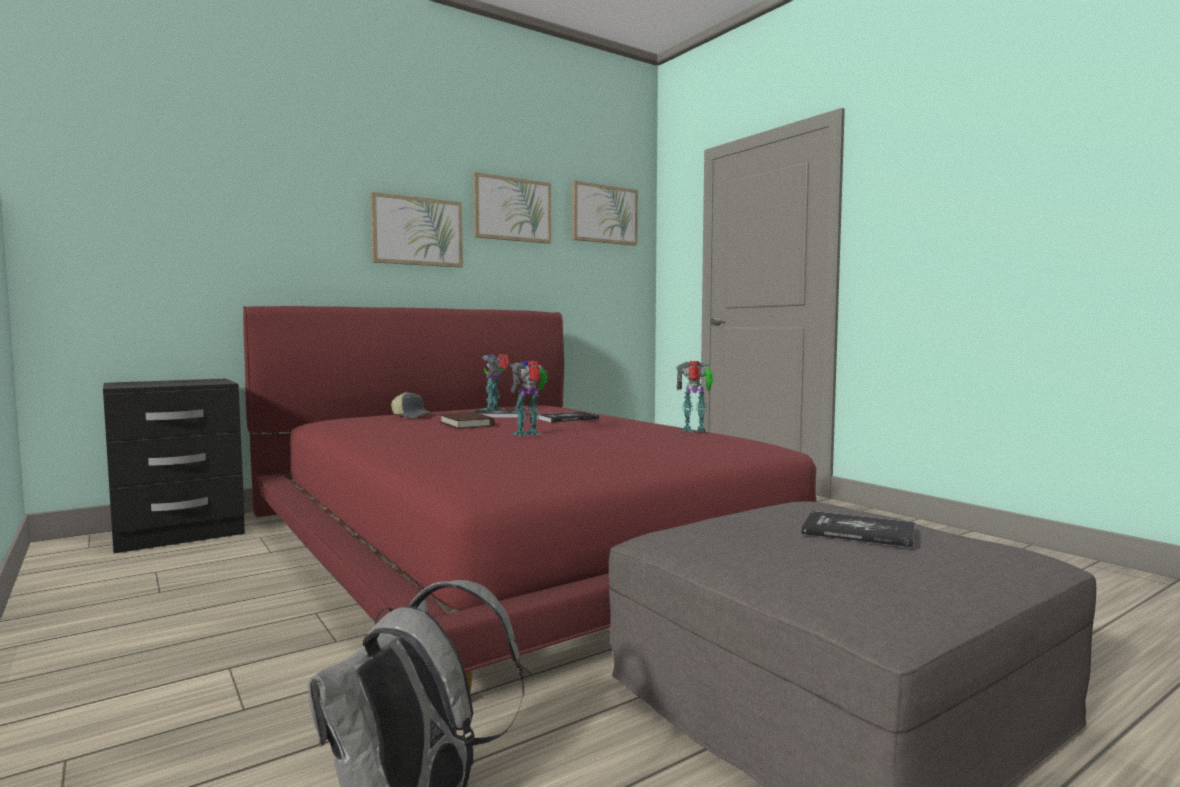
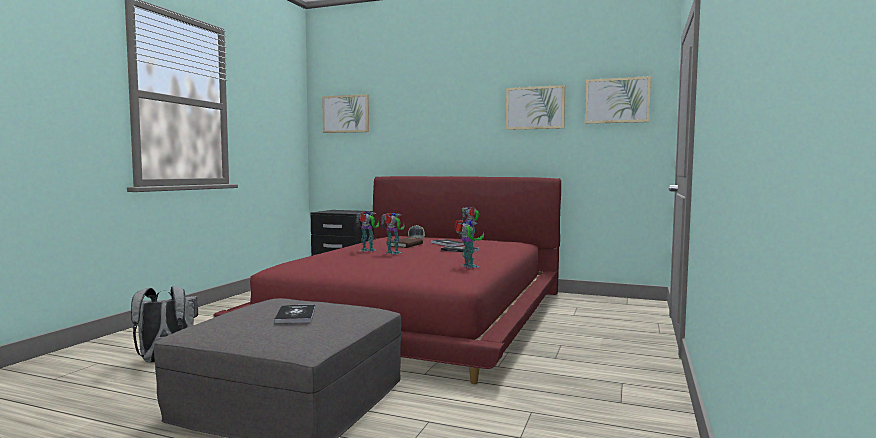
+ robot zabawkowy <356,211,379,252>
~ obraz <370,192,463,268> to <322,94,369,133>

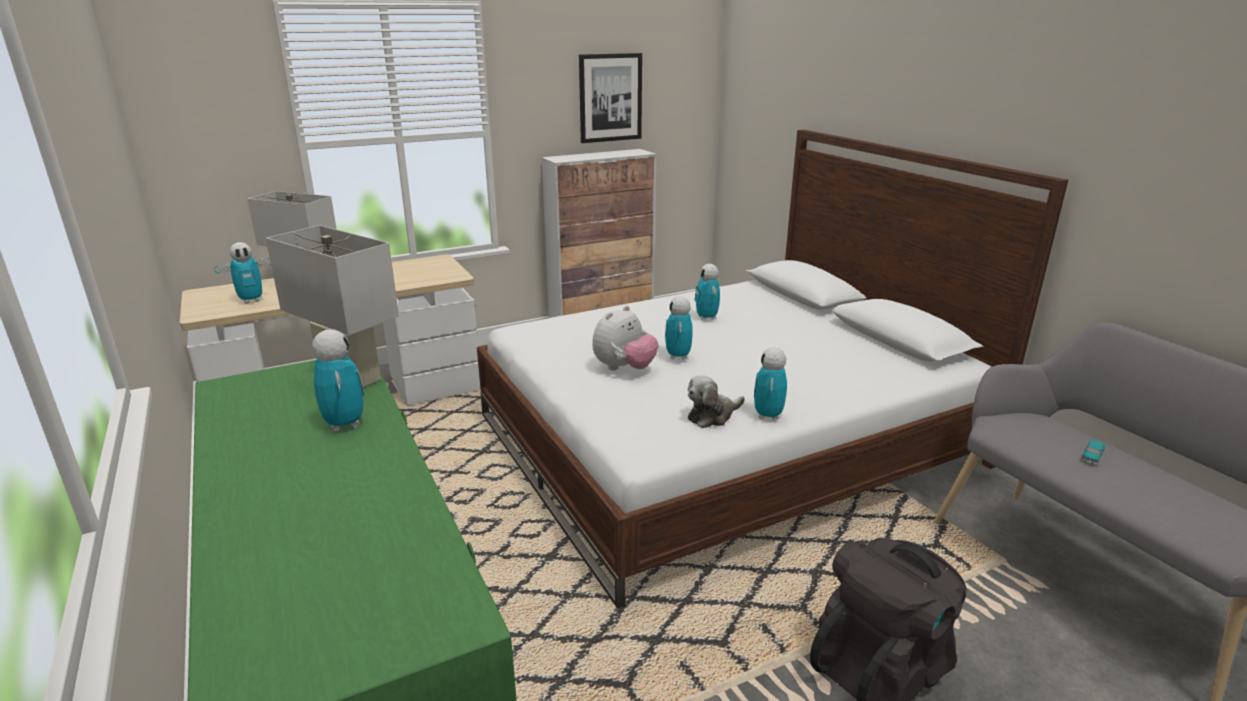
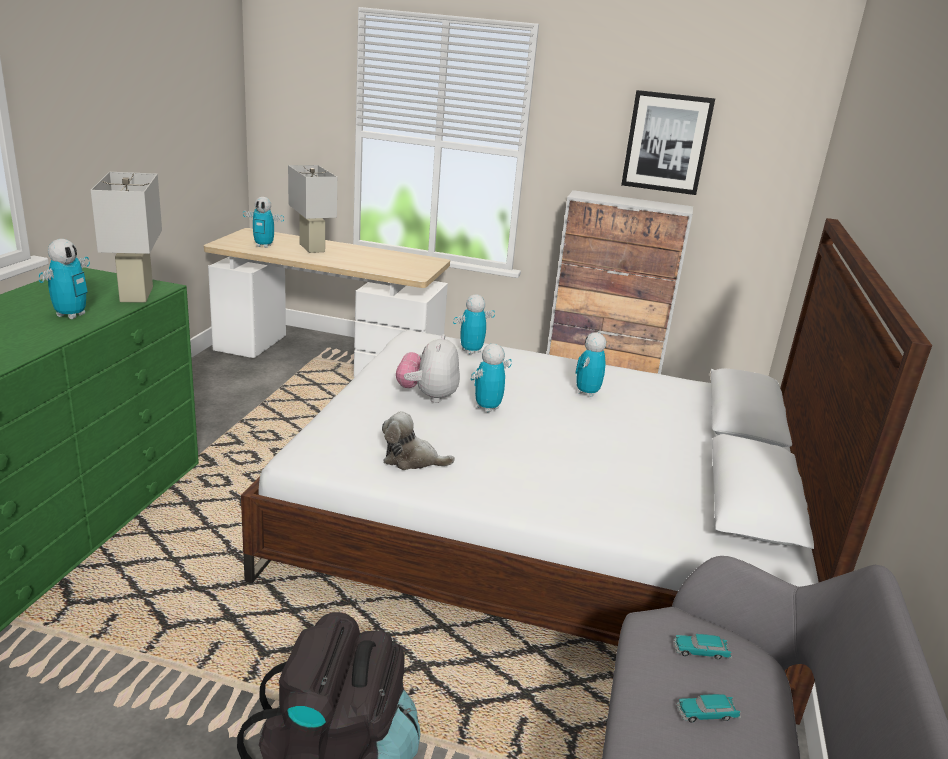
+ samochodzik <673,634,732,659>
~ robot zabawkowy <754,347,787,421> to <453,294,495,354>
~ pluszak <592,305,659,370> = <396,334,460,403> 105 degrees clockwise

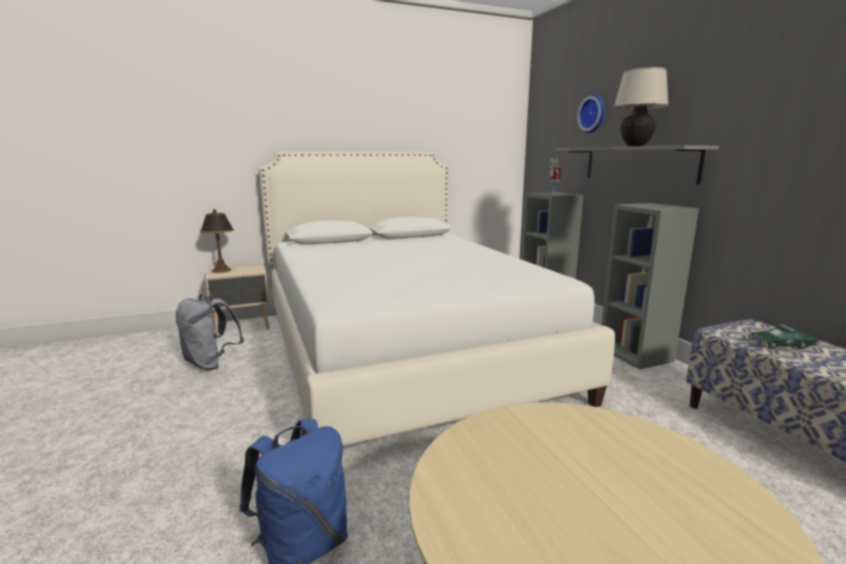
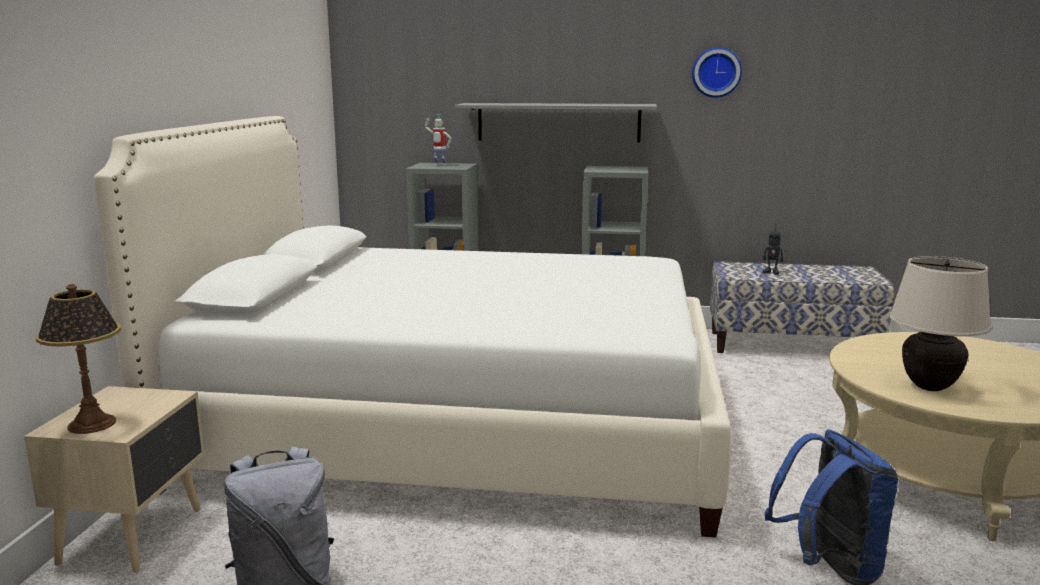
~ zegar ścienny <577,94,605,133> to <692,47,742,98>
~ lampa stołowa/beżowy <614,67,669,147> to <889,256,991,391>
~ samochodzik <749,324,818,349> to robot zabawkowy <763,227,783,275>

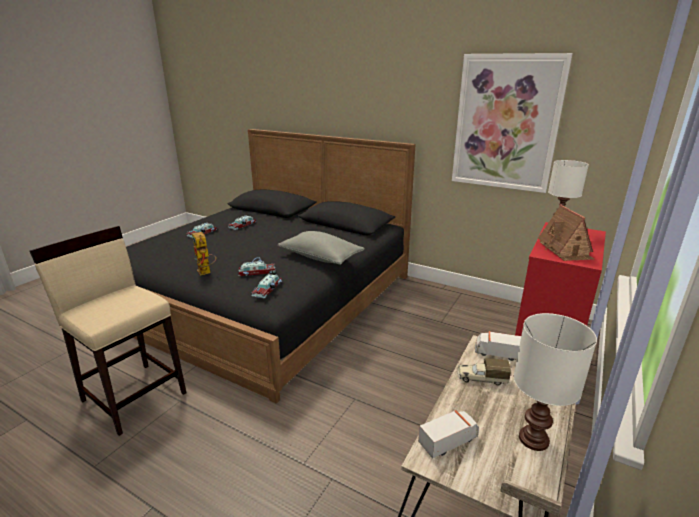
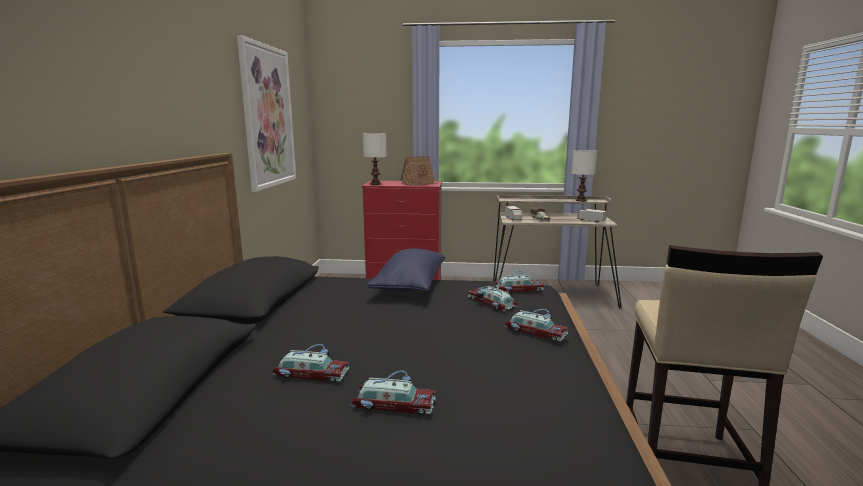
~ robot zabawkowy <192,232,216,276> to samochodzik <504,309,568,341>
~ poduszka/szary <277,231,365,265> to poduszka/niebieski <366,248,445,292>

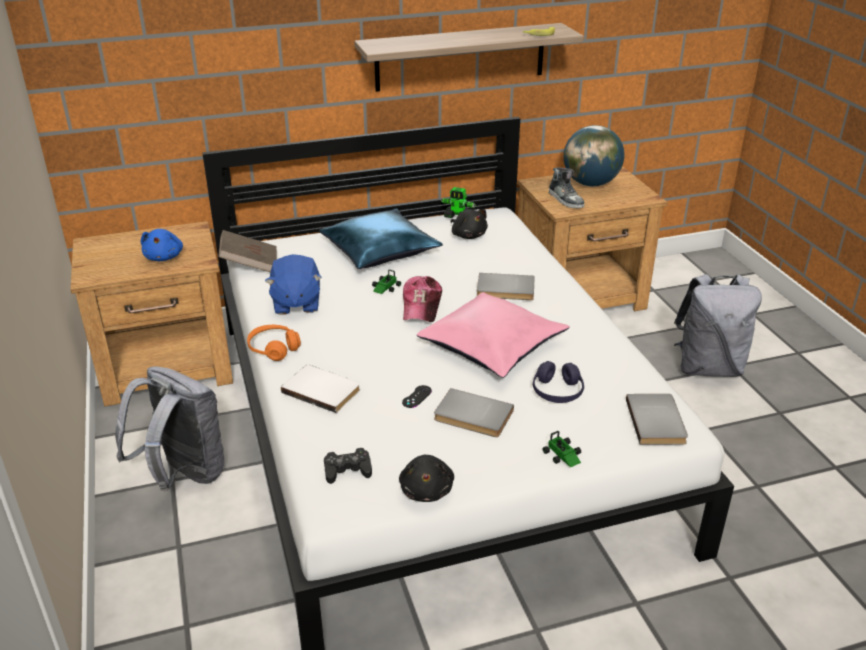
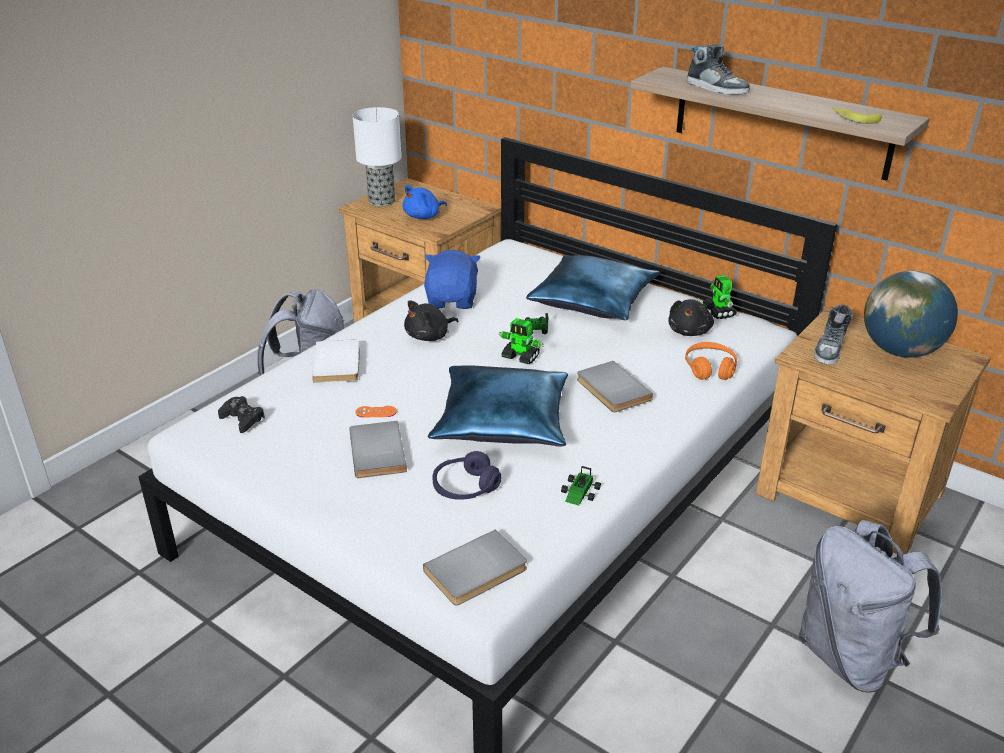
- książka/brązowy <218,230,277,272>
+ lampa stołowa <353,107,401,207>
+ but <687,44,750,95>
~ słuchawki/pomarańczowy <247,325,301,361> to <685,342,737,380>
~ pluszak/czarny <399,454,454,502> to <404,300,459,341>
~ samochodzik <543,431,581,467> to <561,466,601,506>
~ czapka z daszkiem <403,276,442,322> to robot zabawkowy <499,318,544,365>
~ pad do gier/czarny <402,385,432,408> to pad do gier/pomarańczowy <355,406,397,417>
~ poduszka/różowy <417,292,570,378> to poduszka/niebieski <428,365,568,447>
~ pluszak/niebieski <265,254,322,315> = <424,250,481,309> 135 degrees clockwise

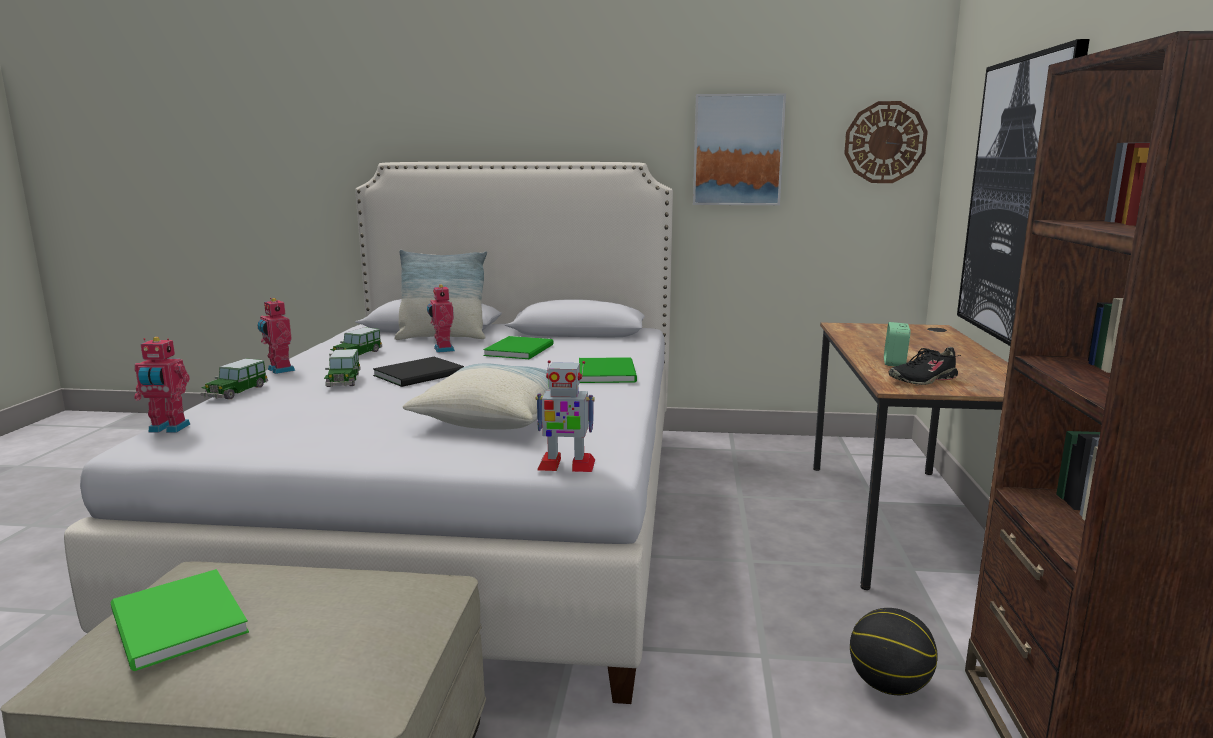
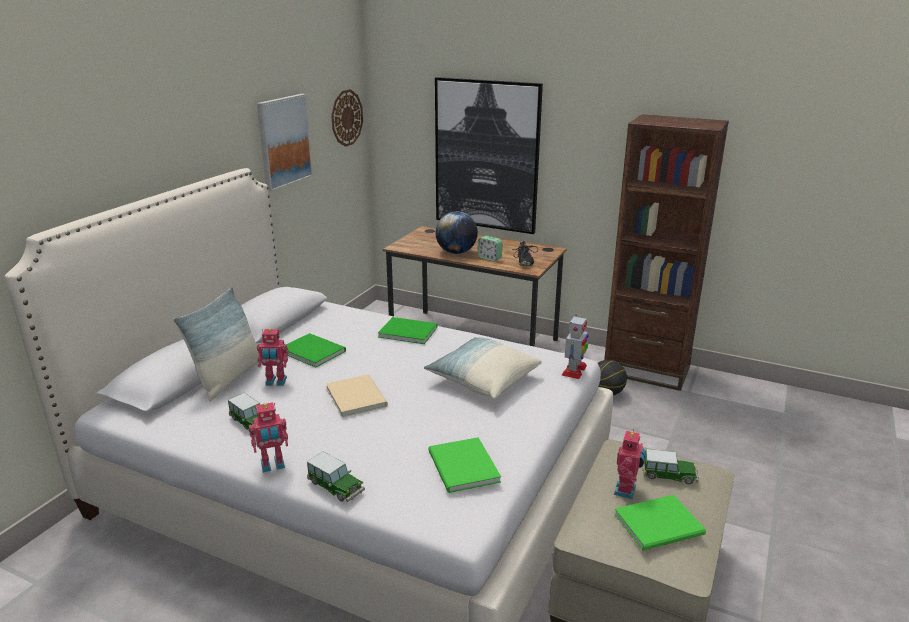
+ książka/zielony <429,437,501,493>
+ globus <436,211,478,254>
~ robot zabawkowy <134,337,190,433> to <614,429,646,499>
~ samochodzik <324,349,361,387> to <643,449,699,484>
~ książka/czarny <373,357,464,387> to książka/beżowy <326,374,388,417>

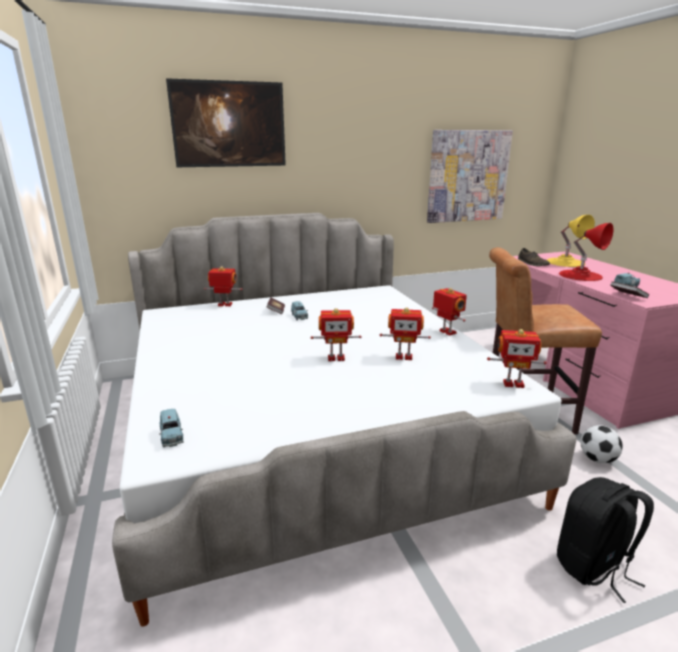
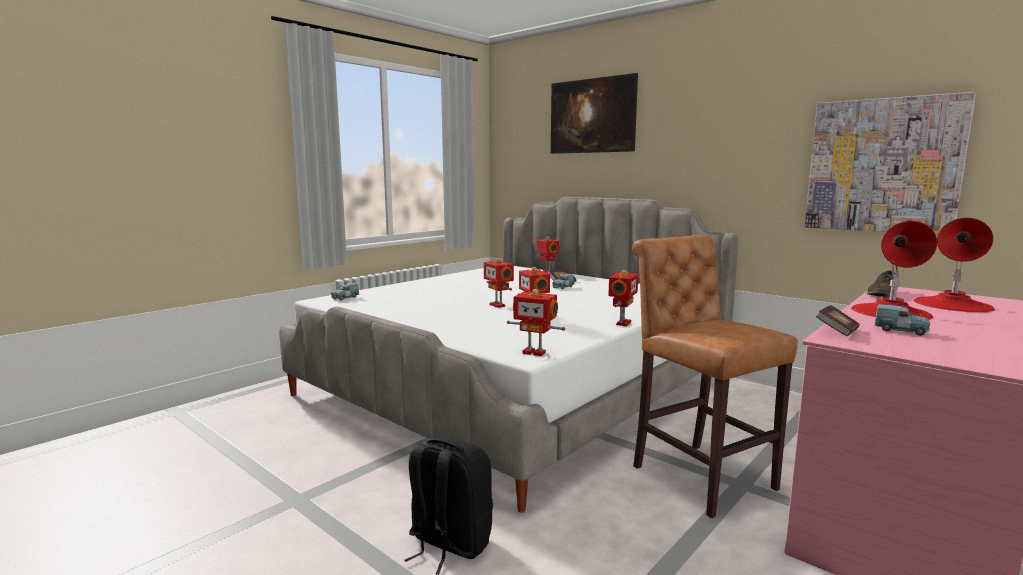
- piłka futbolowa <581,425,623,464>
~ lampa stołowa/żółty <547,215,595,267> to lampa stołowa/czerwony <913,218,995,312>
~ robot zabawkowy <487,329,547,388> = <507,289,565,356> 45 degrees counterclockwise

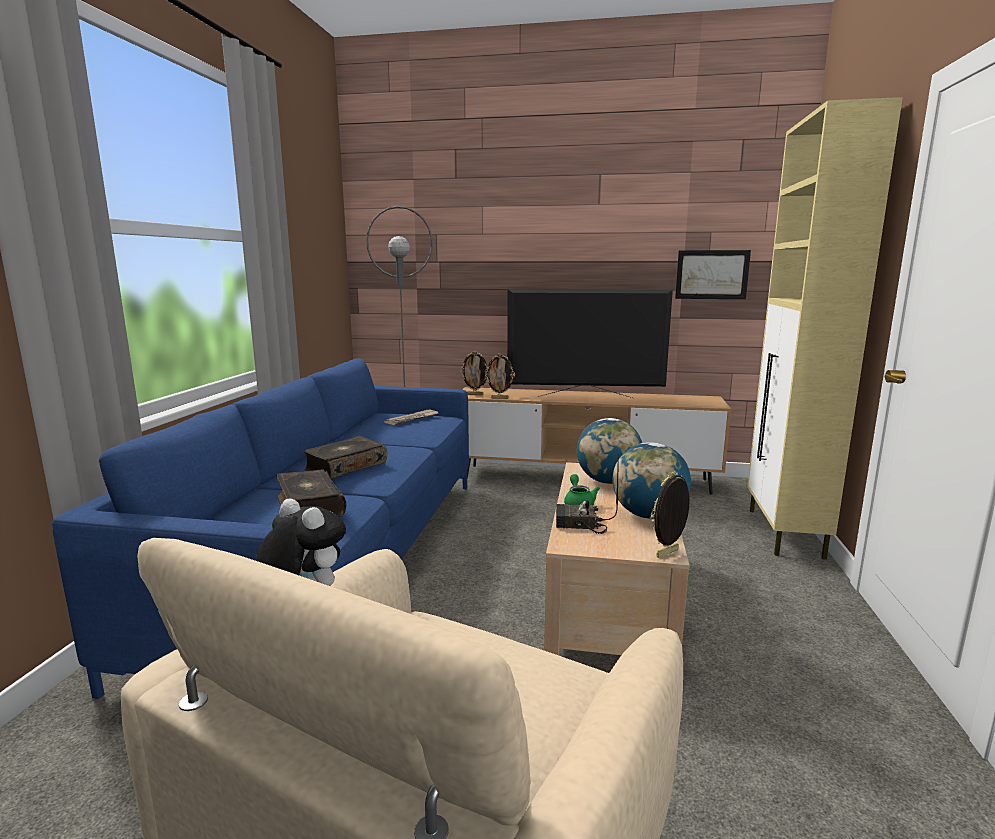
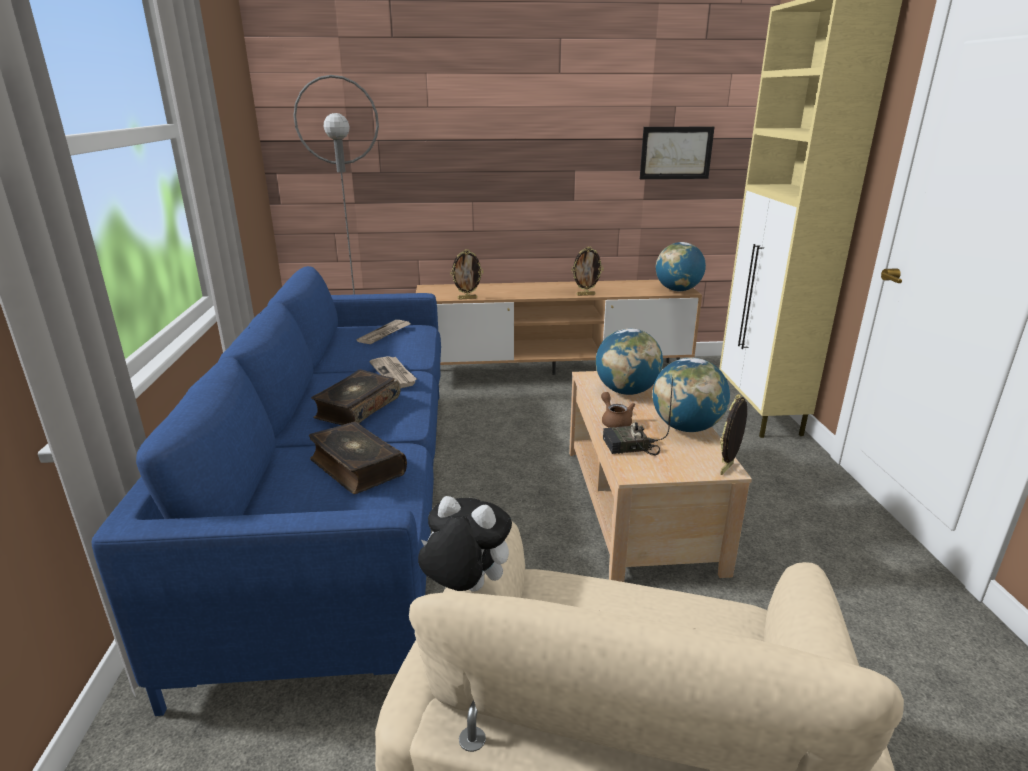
- telewizor <507,289,673,398>
+ gazeta <369,356,417,388>
+ globus <656,242,706,291>
~ ramka na zdjęcie <460,351,488,395> to <571,246,603,296>
~ imbryk/zielony <564,474,600,505> to imbryk/brązowy <601,392,635,428>

